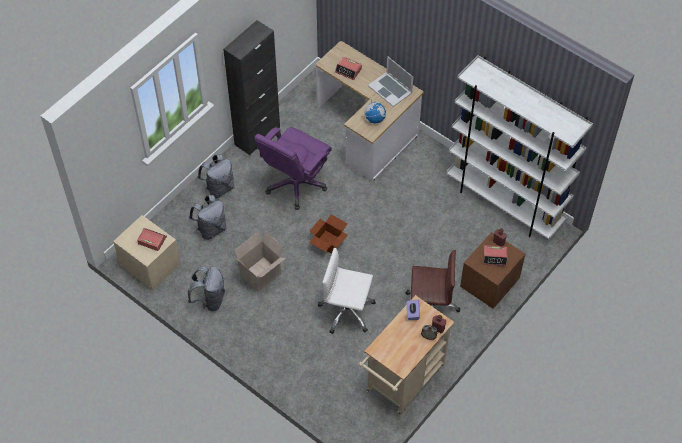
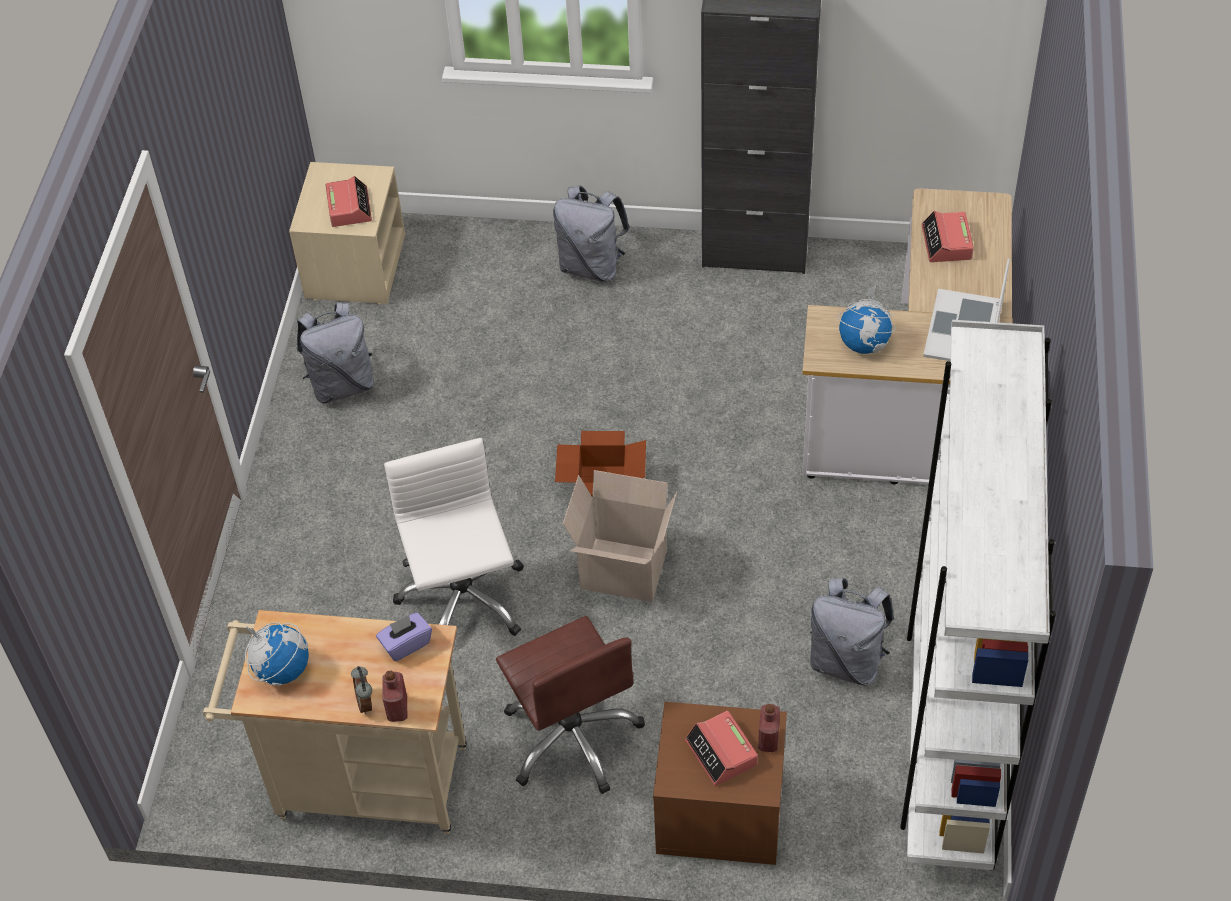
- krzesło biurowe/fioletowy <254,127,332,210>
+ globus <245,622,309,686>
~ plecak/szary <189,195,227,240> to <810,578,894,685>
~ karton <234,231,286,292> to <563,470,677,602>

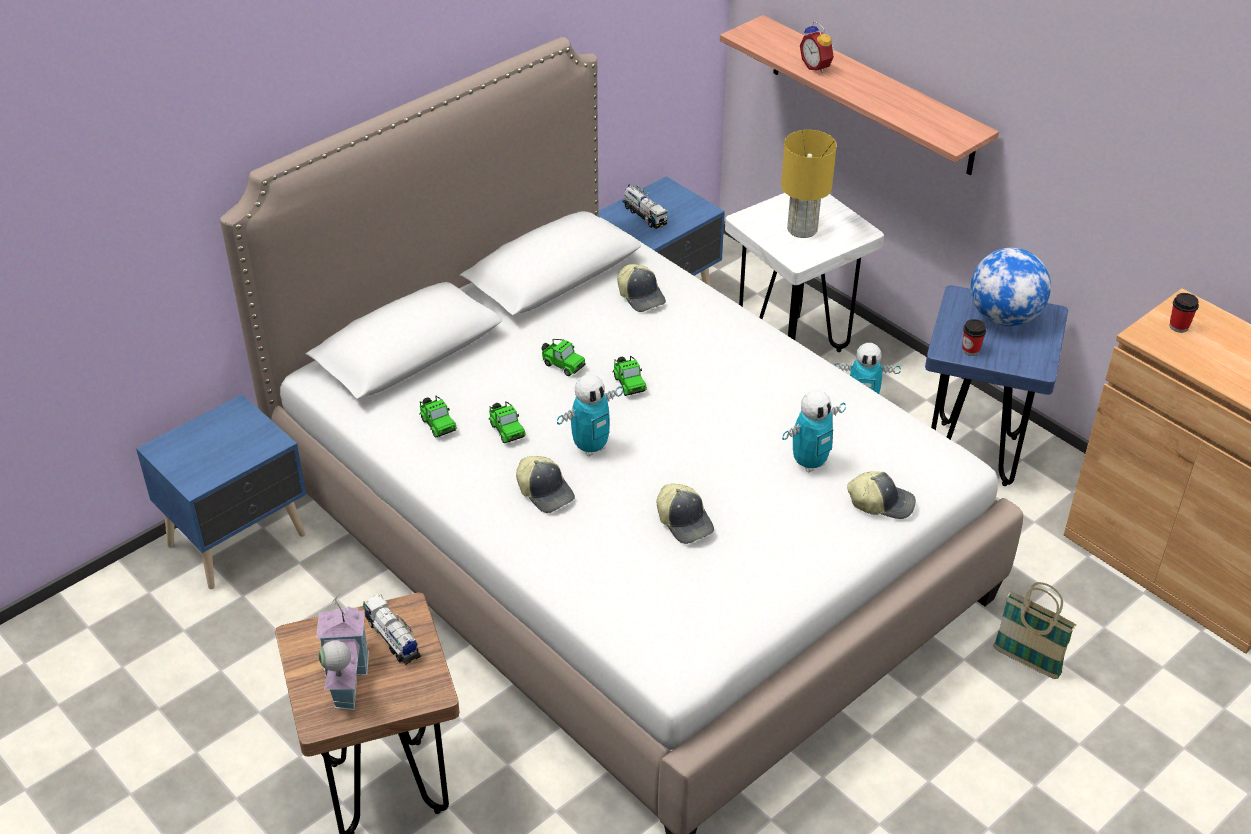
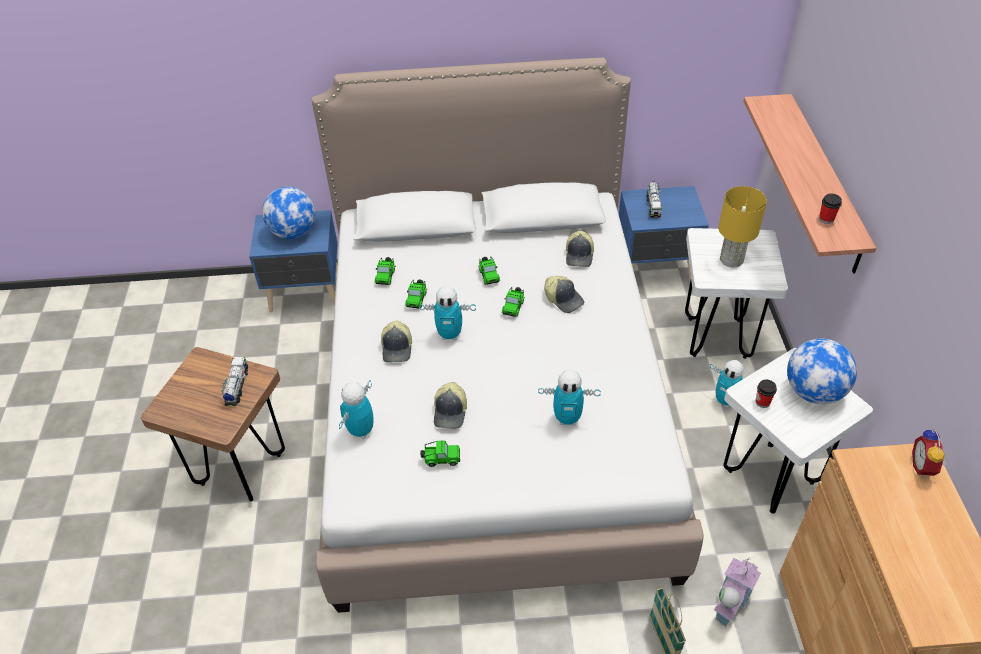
+ globus <262,187,315,239>
+ robot zabawkowy <339,380,374,439>
+ samochodzik <420,440,460,467>
~ domek <316,592,369,710> to <714,558,761,627>
~ budzik <800,21,834,73> to <912,430,947,478>
~ czapka z daszkiem <847,471,916,519> to <544,276,584,313>
~ filiżanka <1169,293,1199,333> to <819,194,842,224>
~ stołek/niebieski <925,285,1068,486> to stołek/biały <723,348,873,514>

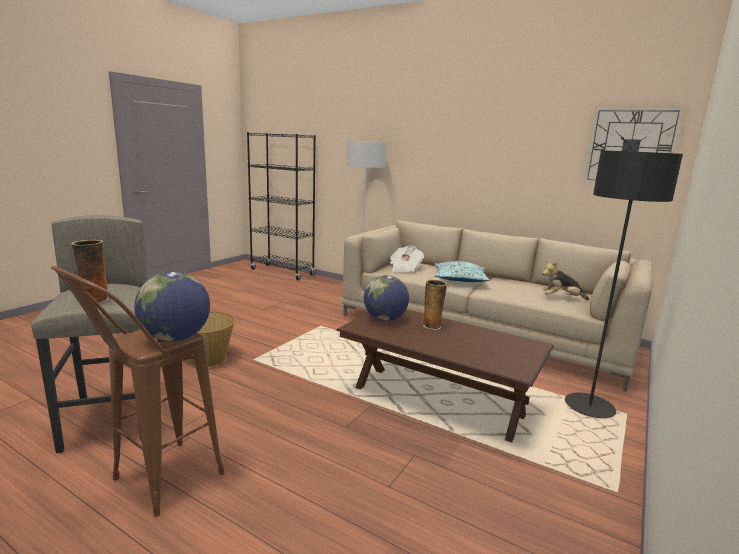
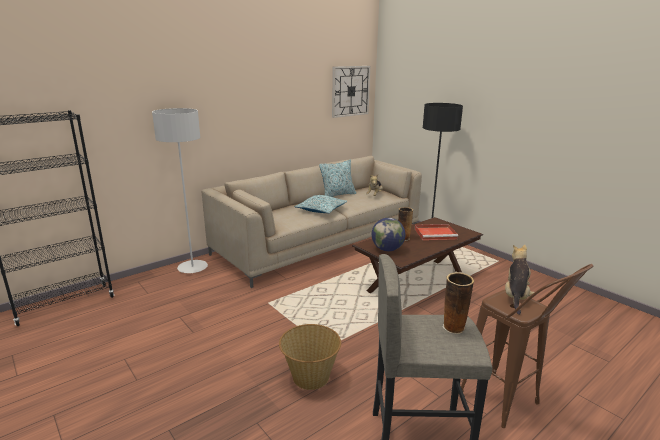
- gazeta <390,246,424,272>
+ poduszka <319,160,356,197>
+ taca/czerwony <415,224,458,240>
~ globus <134,271,210,341> to pluszak <505,244,534,315>

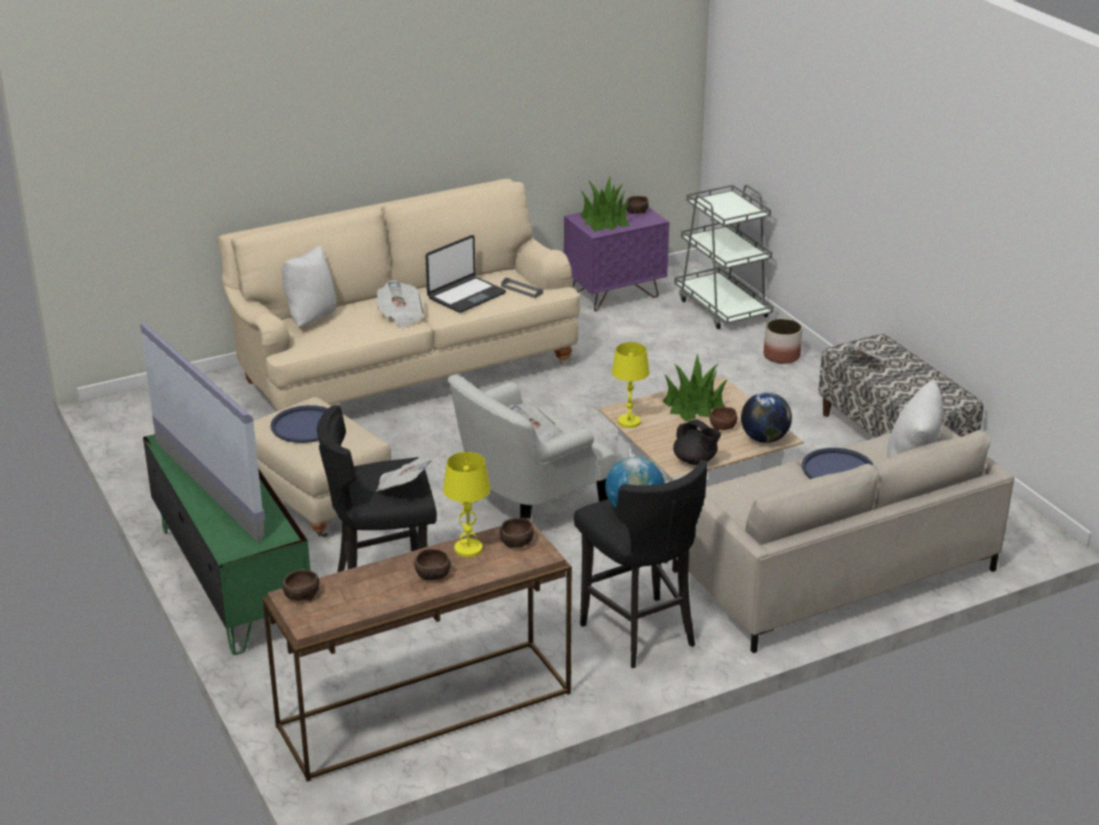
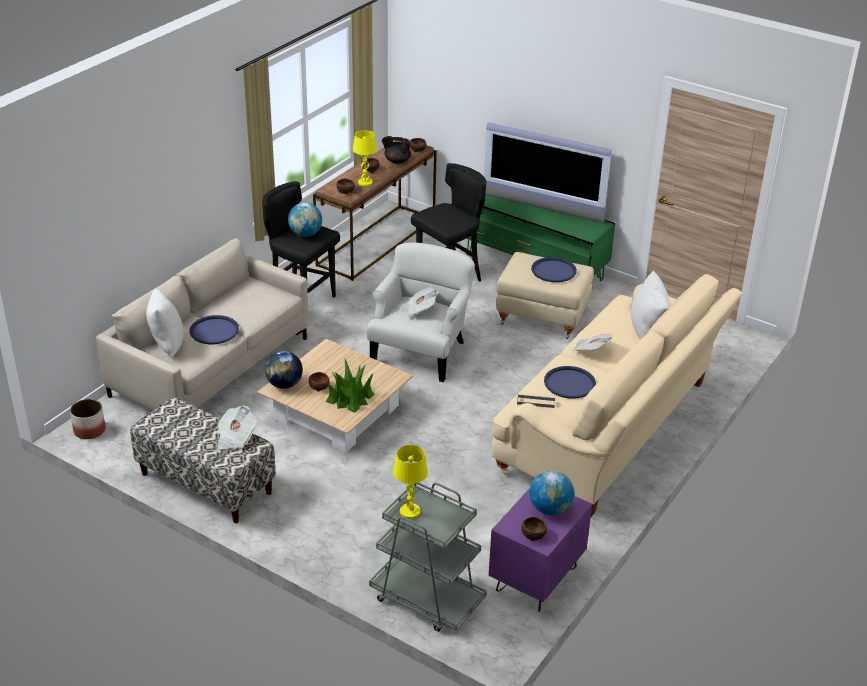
- gazeta <376,455,433,491>
~ lampa stołowa/żółty <612,342,650,428> to <393,445,428,519>
~ imbryk/czarny <673,419,721,465> to <382,136,411,164>
~ donica <764,318,802,364> to <70,399,106,439>
~ laptop <426,235,506,313> to taca/niebieski <544,366,596,399>
~ roślina doniczkowa <580,177,630,232> to globus <530,470,574,515>

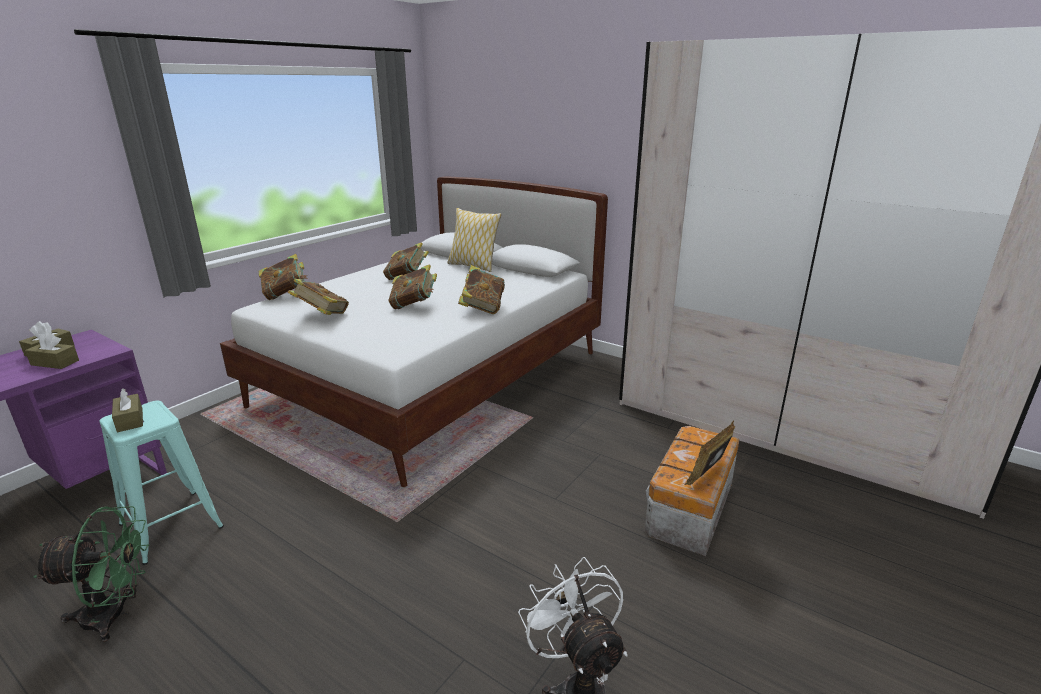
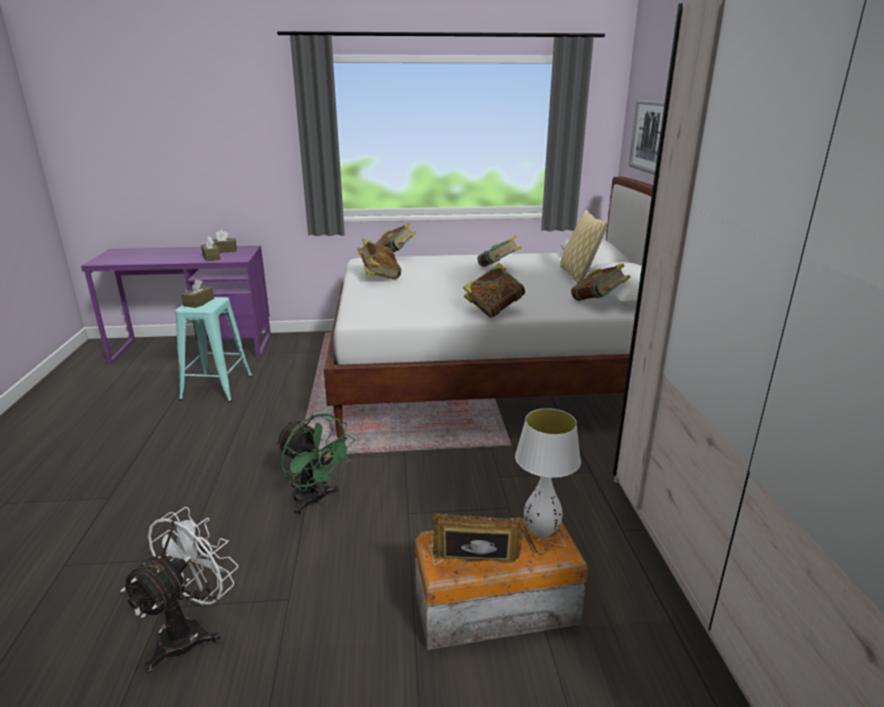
+ lampa stołowa/biały <515,408,581,538>
+ obraz <628,99,665,175>
~ wentylator/zielony <34,506,150,642> to <276,413,355,515>
~ książka <388,264,437,309> to <571,264,630,301>

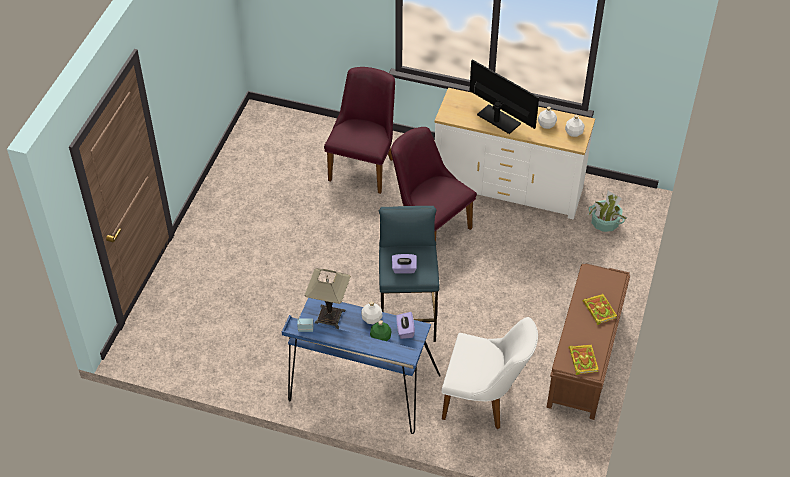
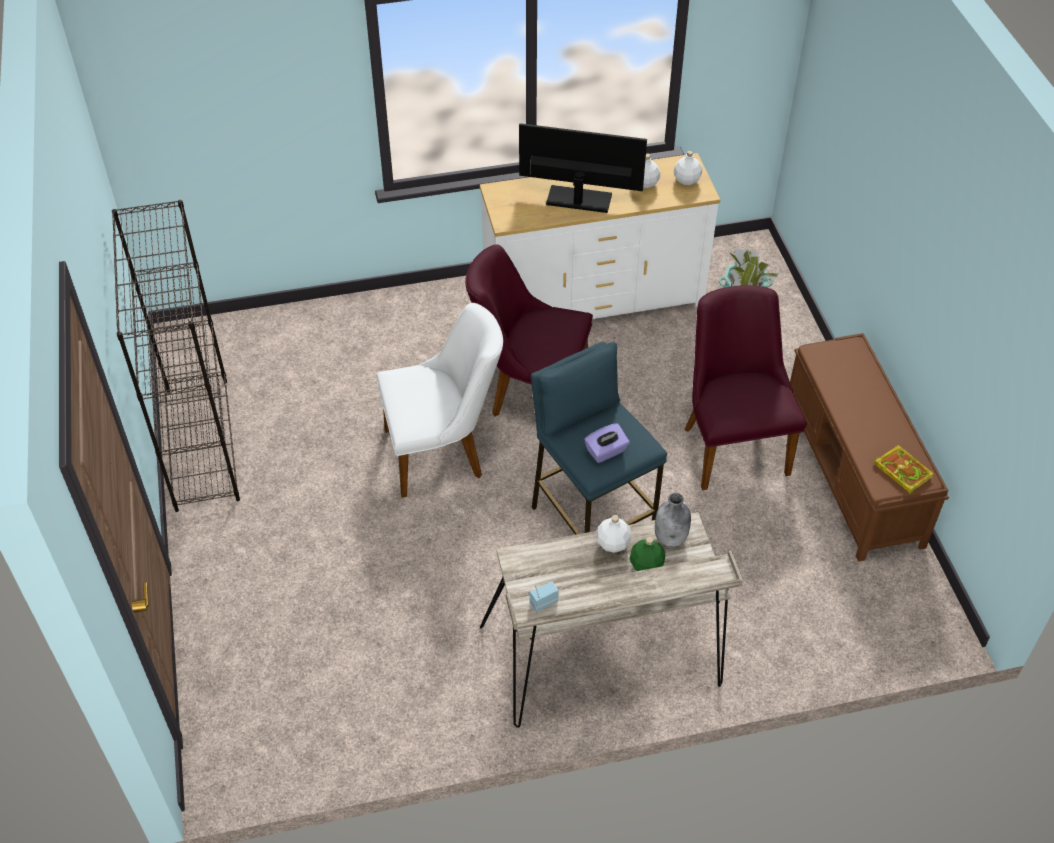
- lampa stołowa <305,268,351,329>
- książka <583,294,617,325>
+ regał/czarny <112,200,240,512>
~ krzesło/fioletowy <324,67,395,194> to <684,285,807,490>
~ krzesło/biały <442,317,538,429> to <376,303,503,498>
~ pudełko chusteczek/fioletowy <396,312,415,339> to butelka/szary <655,493,691,547>
~ biurko/niebieski <282,298,441,434> to biurko/beżowy <480,512,743,728>

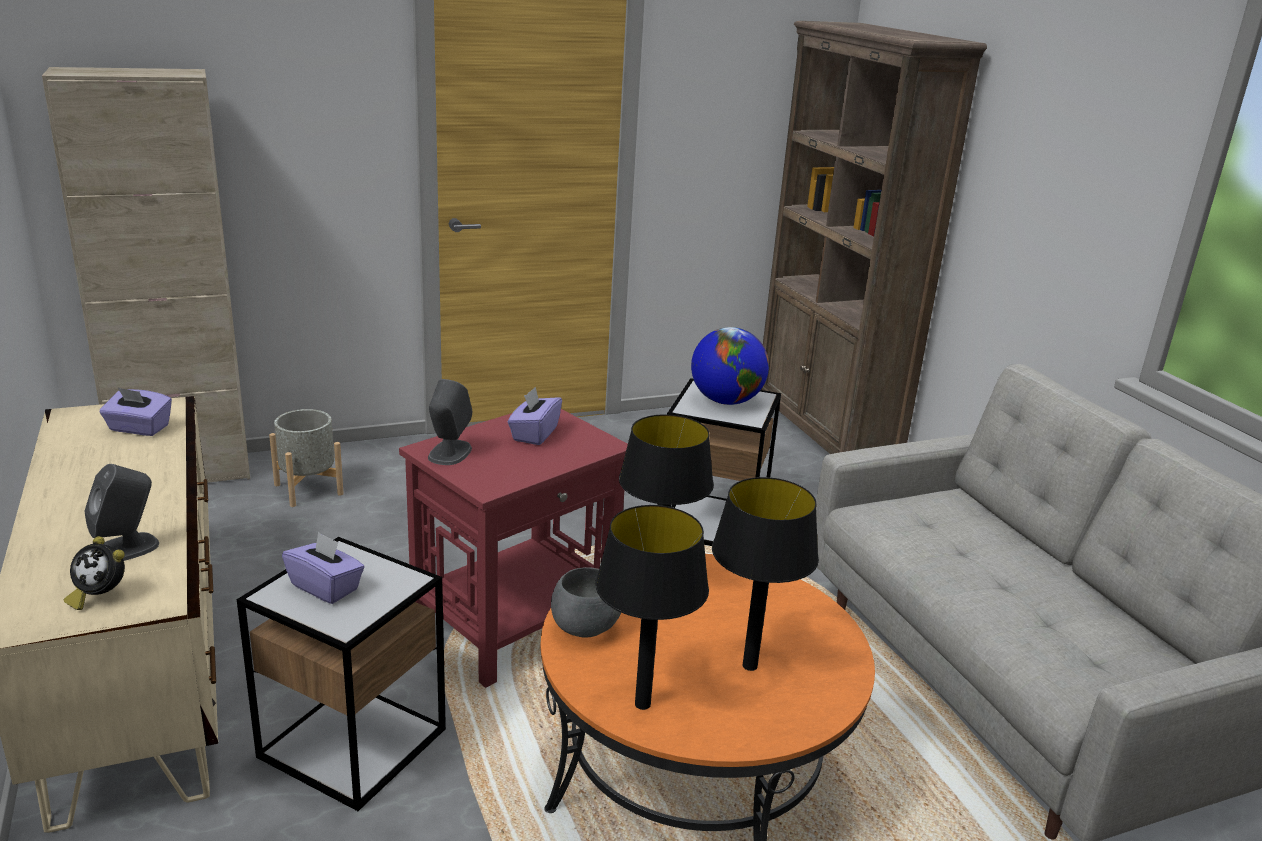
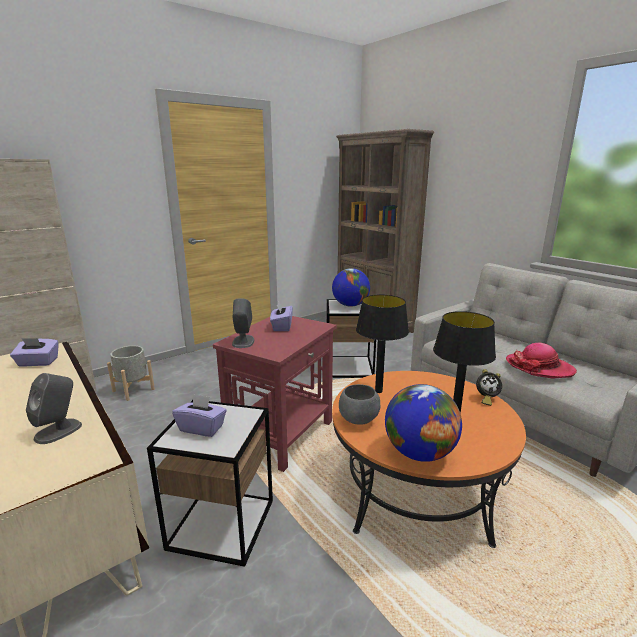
+ kapelusz <506,343,577,379>
~ budzik <64,536,125,610> to <476,369,502,406>
~ lampa stołowa/czarny <595,505,709,710> to globus <385,384,462,462>

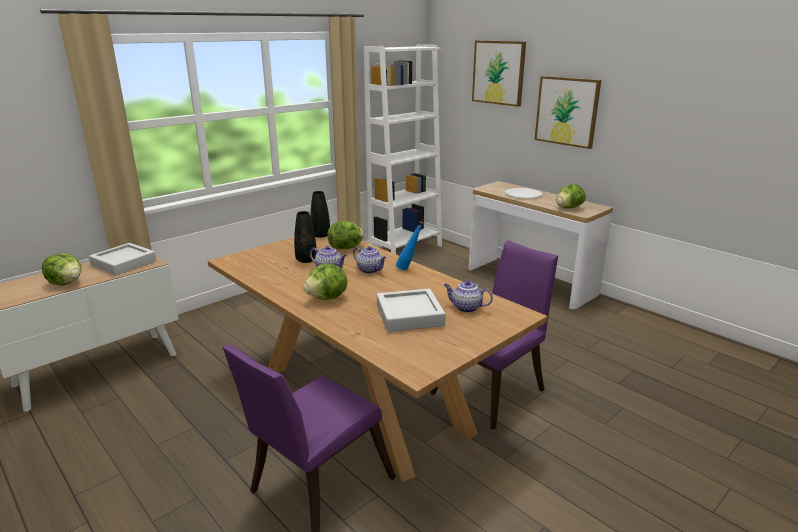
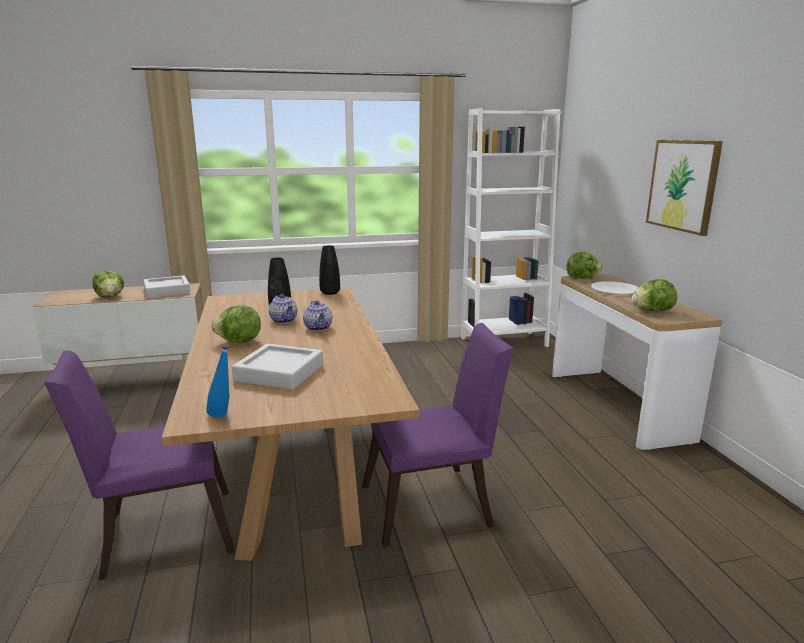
- imbryk <444,280,493,313>
- obraz <472,40,526,107>
~ sałata <327,221,364,249> to <567,252,602,278>
~ butelka/niebieski <396,221,423,270> to <206,343,229,418>

